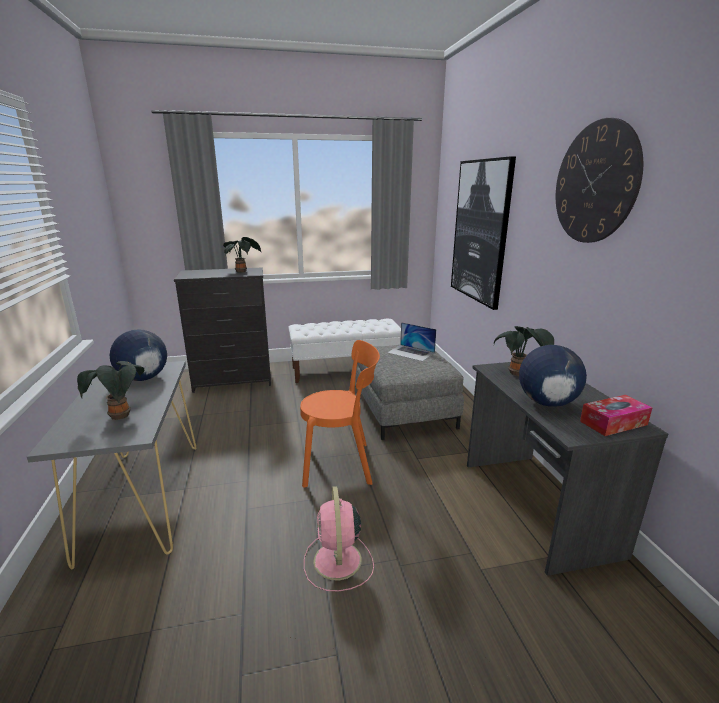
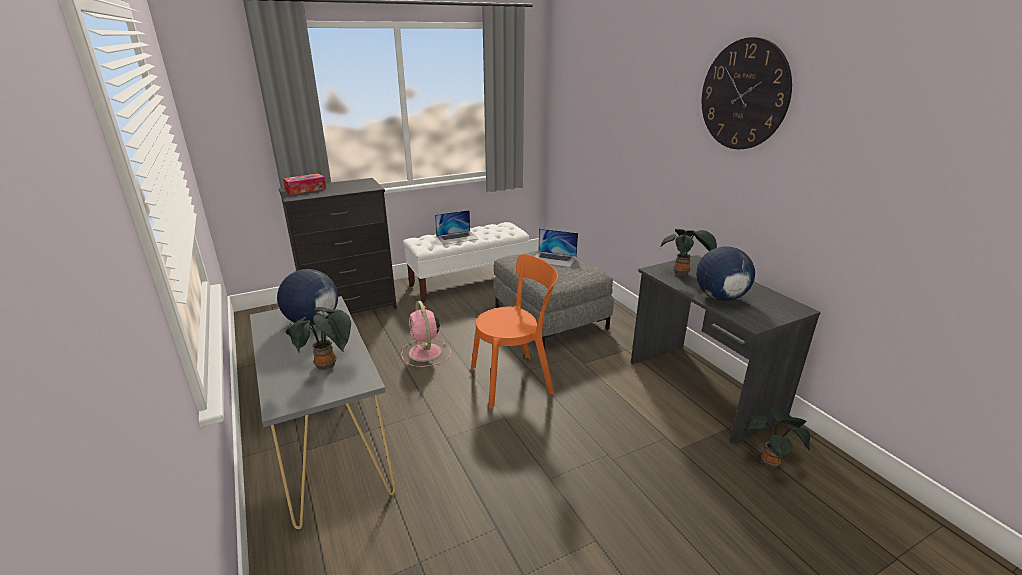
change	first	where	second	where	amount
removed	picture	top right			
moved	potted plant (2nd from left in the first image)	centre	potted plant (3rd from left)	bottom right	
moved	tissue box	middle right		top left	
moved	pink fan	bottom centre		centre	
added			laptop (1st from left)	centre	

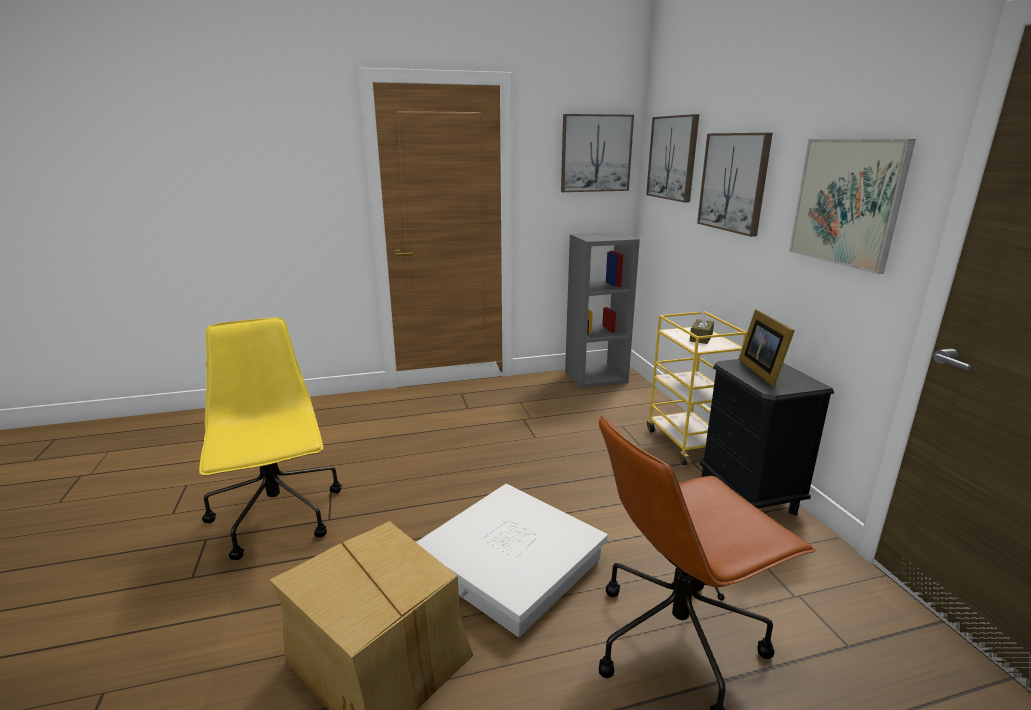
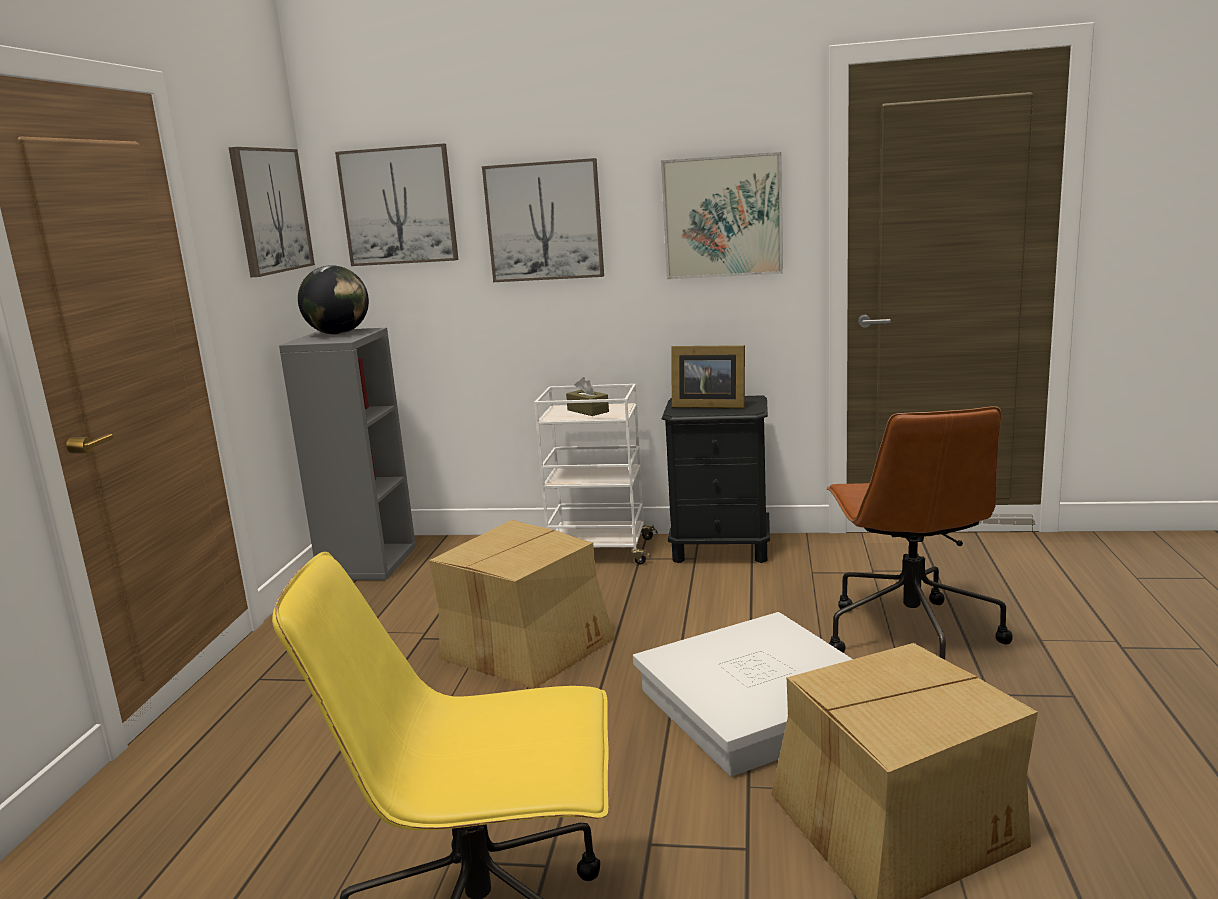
change	first	where	second	where	amount
recoloured	yellow cart	middle right	white cart	centre	
added			globe	top left	
added			cardboard box (1st from left)	bottom centre	

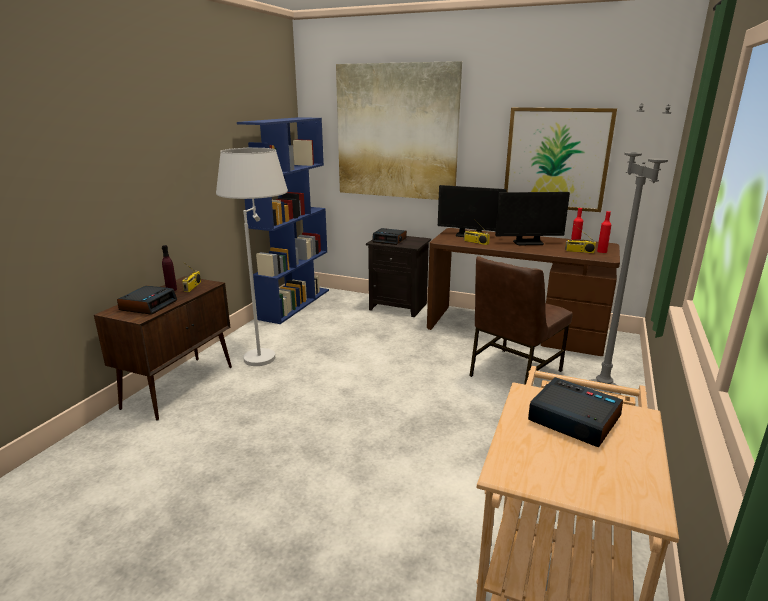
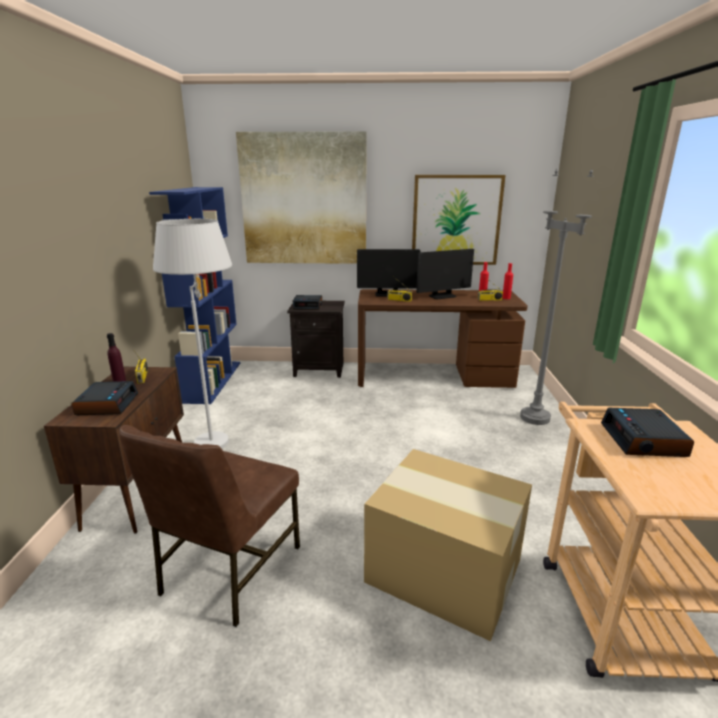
change	first	where	second	where	amount
moved	brown chair	middle right		bottom left	
turned	alarm clock (3rd from left)	bottom right		middle right	105 degrees counterclockwise
added			cardboard box	bottom centre	

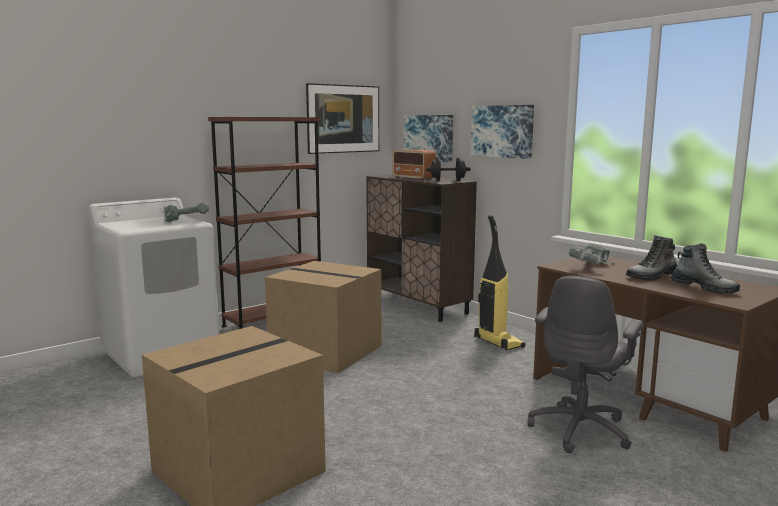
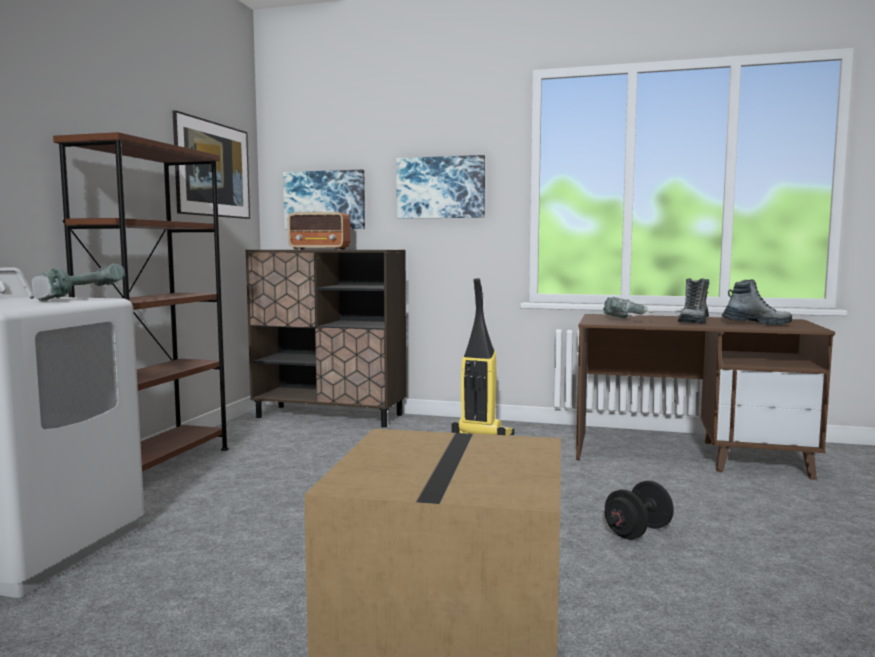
change	first	where	second	where	amount
moved	black dumbbell	centre		bottom right	
removed	cardboard box (2nd from left)	centre			
removed	grey office chair	bottom right			

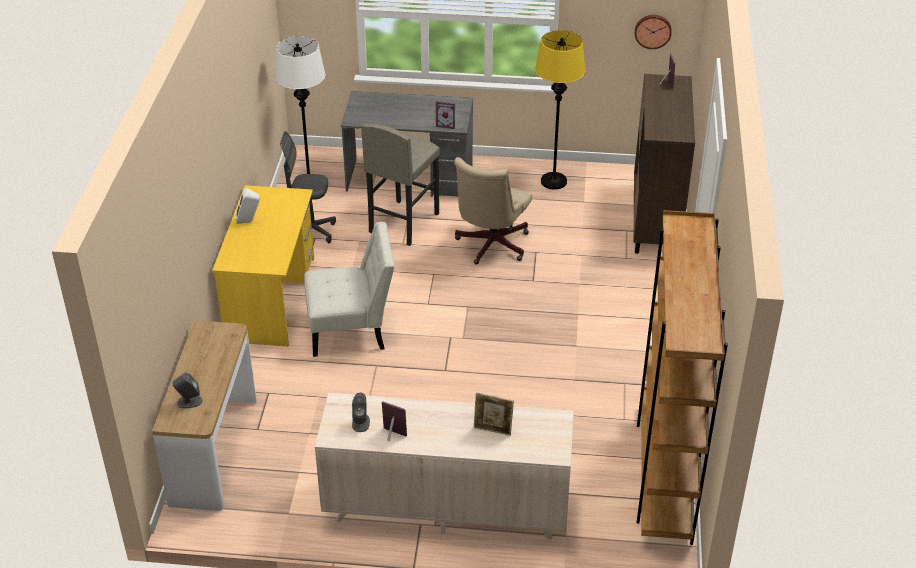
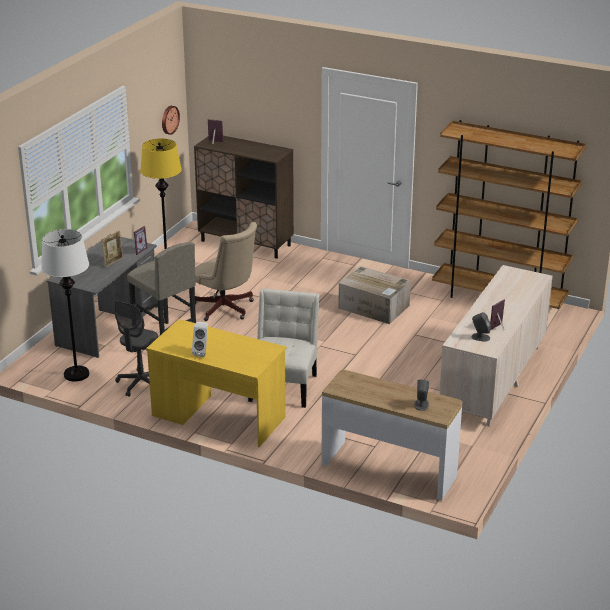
change	first	where	second	where	amount
moved	picture frame (3rd from left in the first image)	bottom centre	picture frame (1st from left)	middle left	
added			cardboard box	centre	

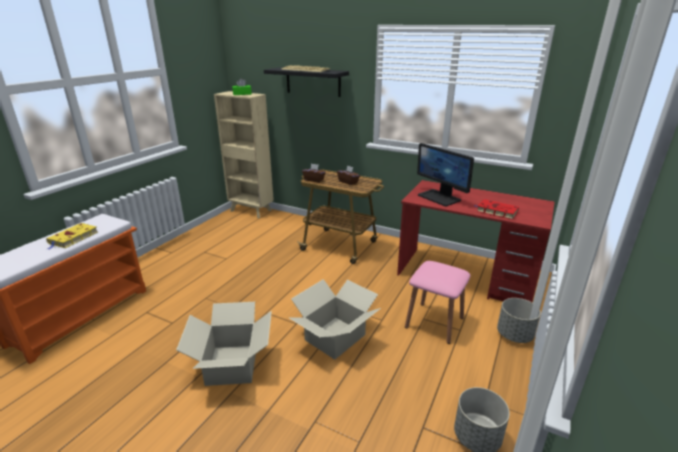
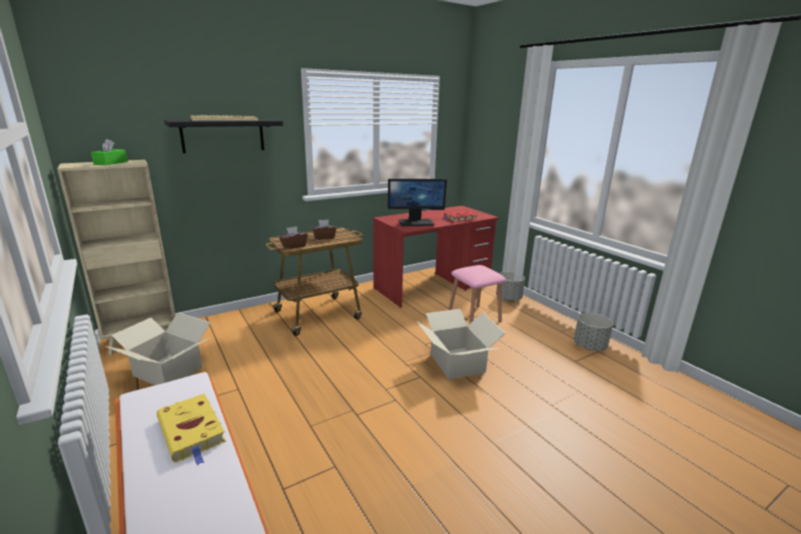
change	first	where	second	where	amount
moved	cardboard box (1st from left)	bottom left		middle left	

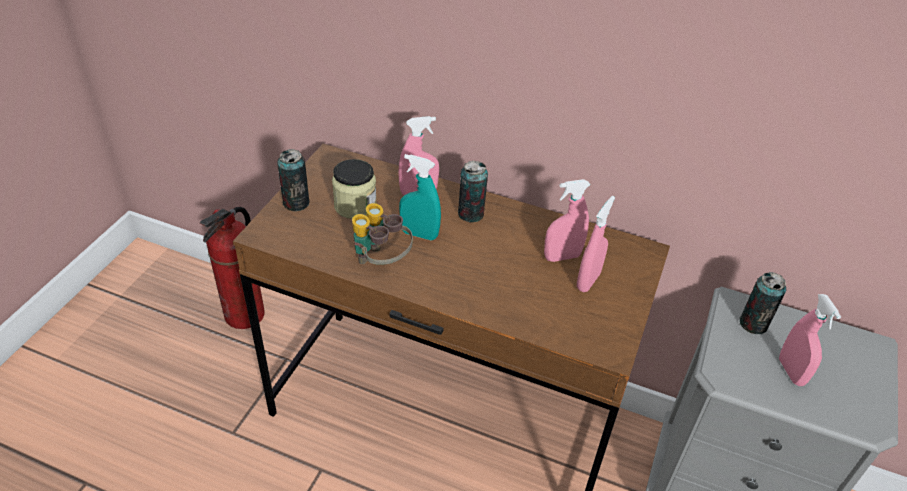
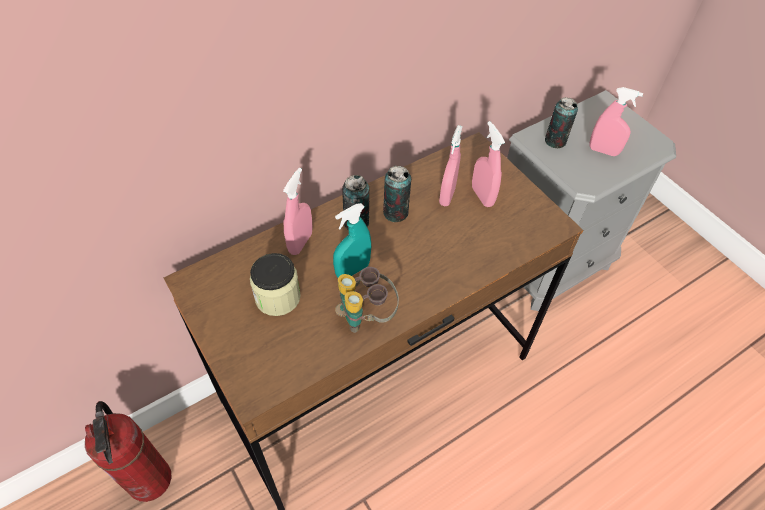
change	first	where	second	where	amount
moved	can (1st from left in the first image)	middle left	can (2nd from left)	centre	

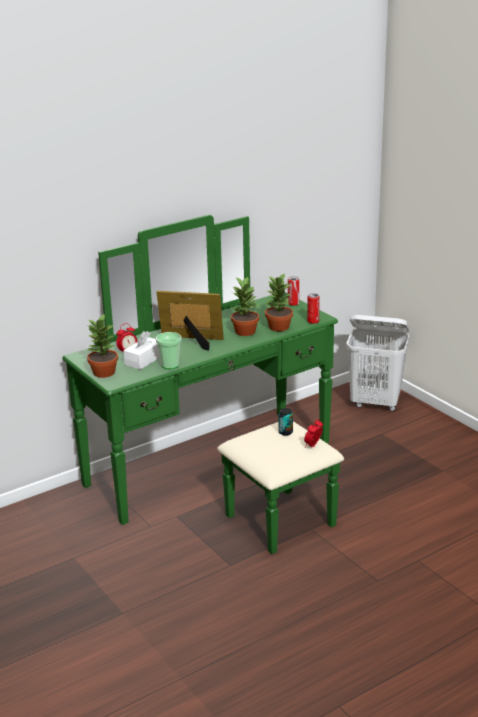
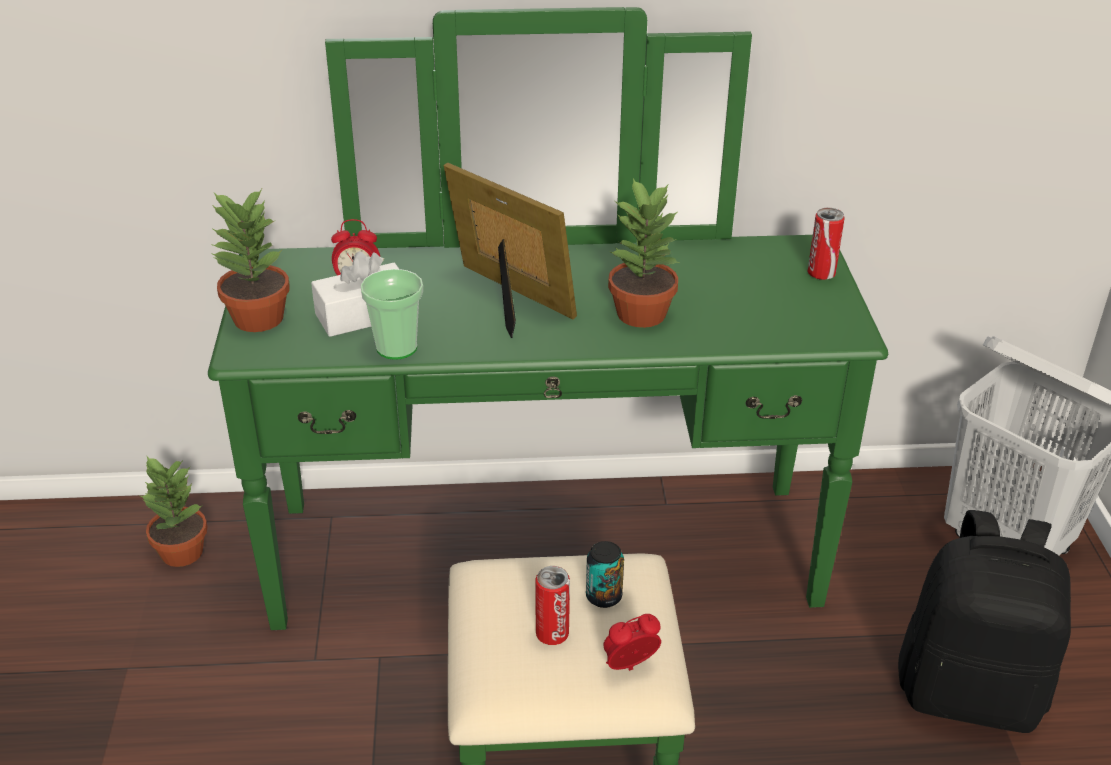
change	first	where	second	where	amount
moved	potted plant (3rd from left in the first image)	centre	potted plant (1st from left)	bottom left	
moved	can (3rd from left in the first image)	centre	can (1st from left)	bottom centre	
added			black backpack	bottom right	

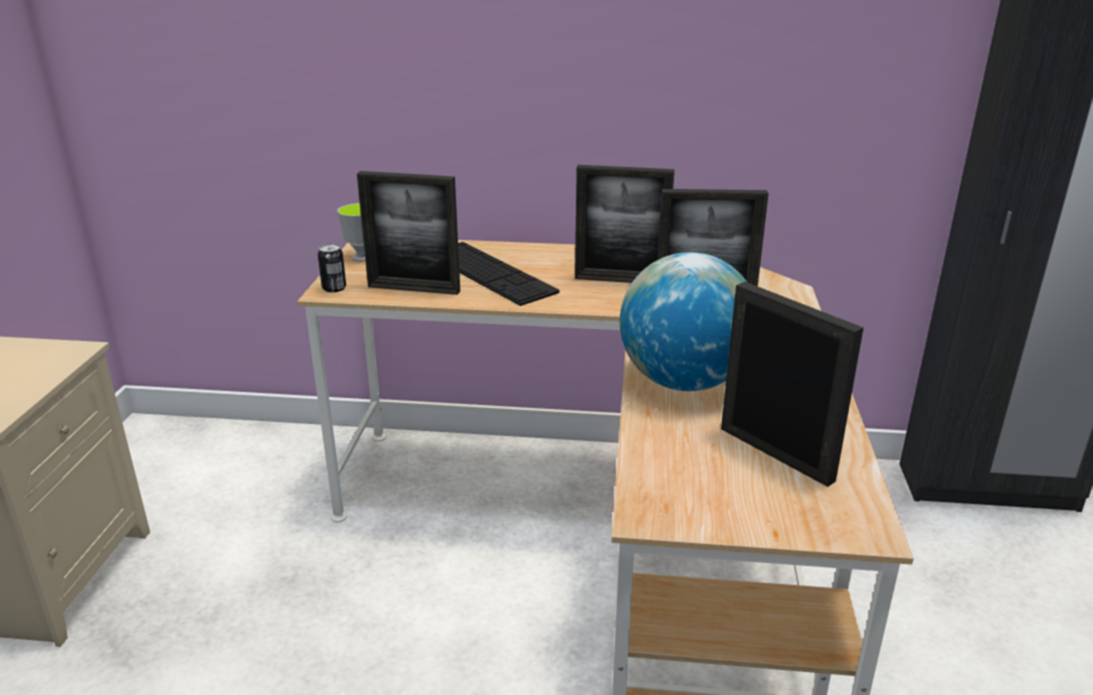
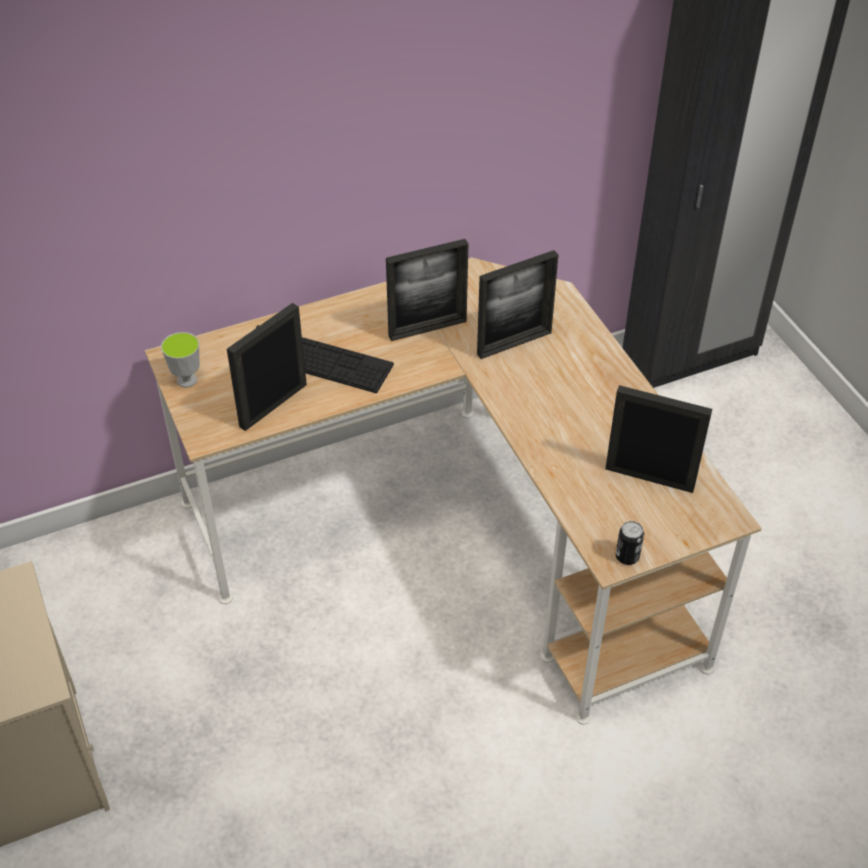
change	first	where	second	where	amount
turned	picture frame (1st from left)	centre		middle left	150 degrees clockwise
moved	can	middle left		middle right	
removed	globe	centre			

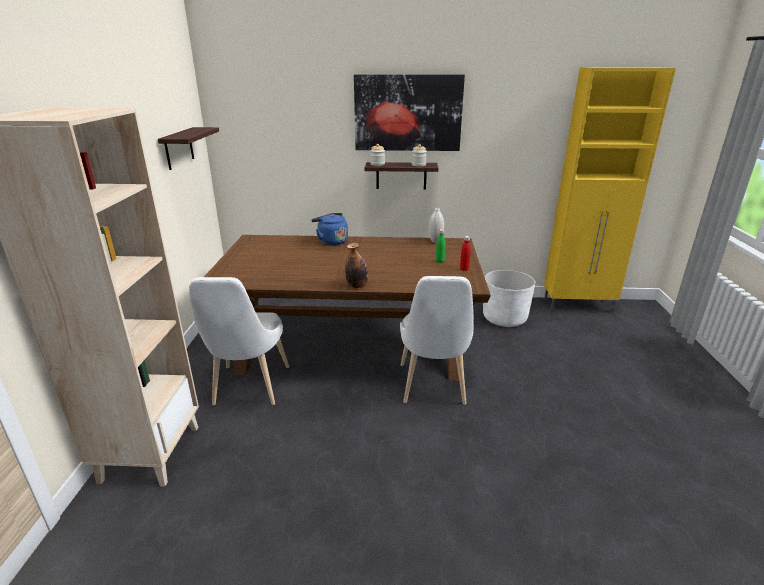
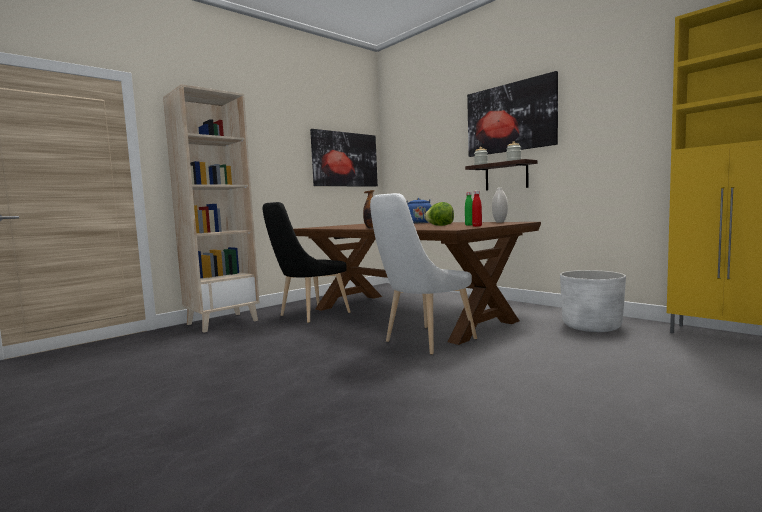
change	first	where	second	where	amount
replaced	shelf (1st from left)	top left	picture (1st from left)	top centre	
recoloured	white chair (1st from left)	middle left	black chair	centre	
added			lettuce	centre	

